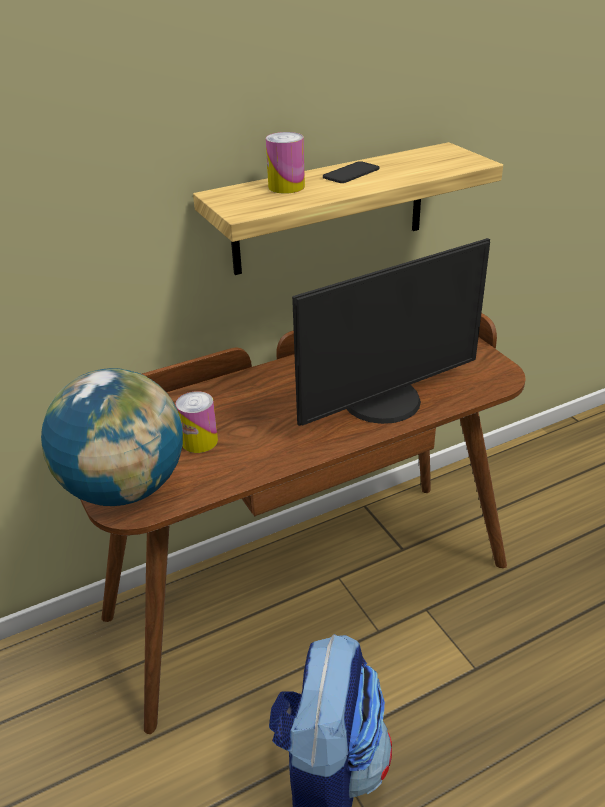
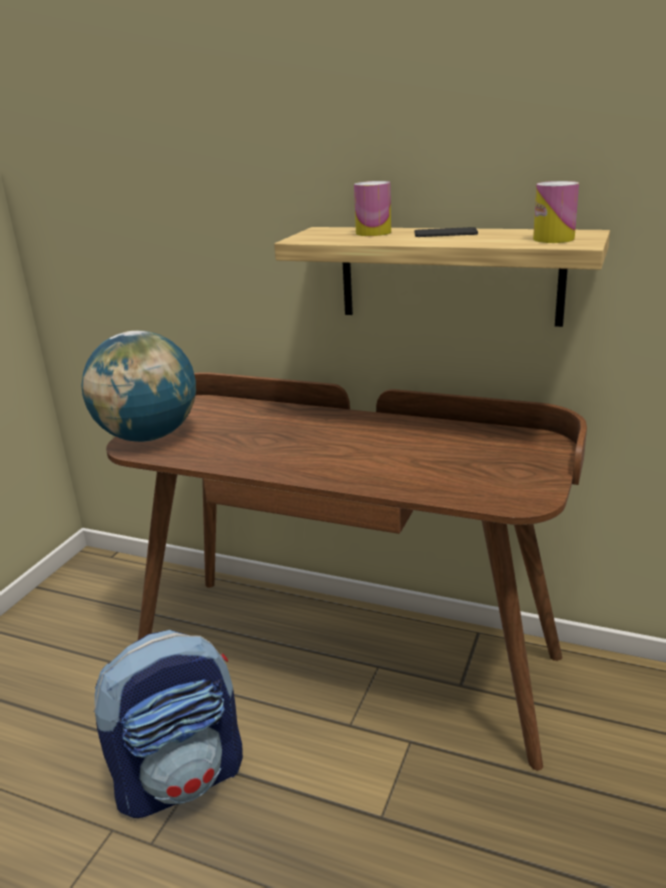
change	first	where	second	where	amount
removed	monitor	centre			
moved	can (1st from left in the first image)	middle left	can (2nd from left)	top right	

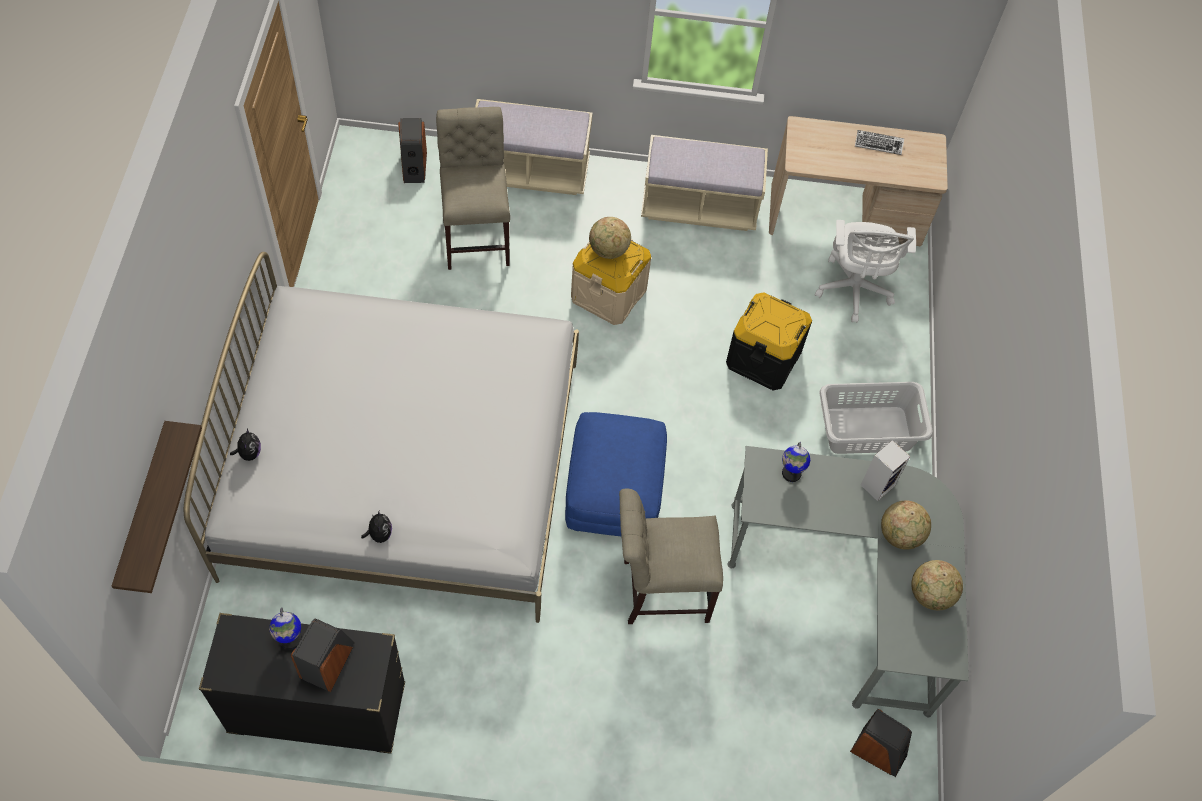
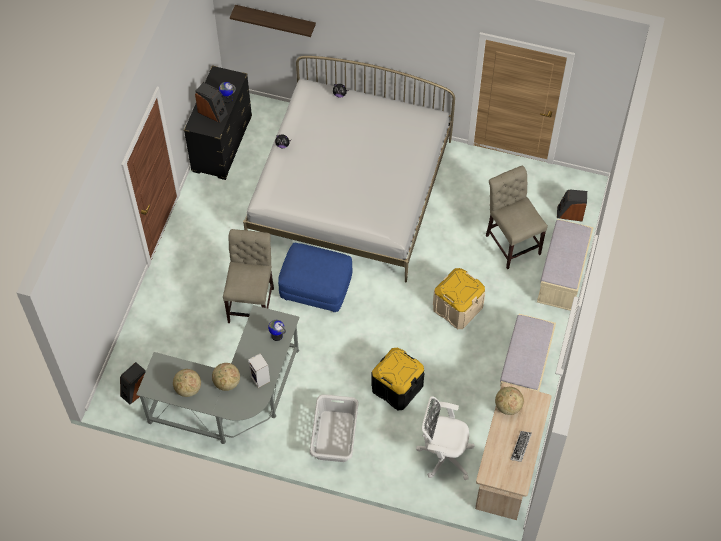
change	first	where	second	where	amount
turned	beige chair (1st from left in the first image)	top centre	beige chair (2nd from left)	middle right	120 degrees counterclockwise
moved	globe (2nd from left in the first image)	top centre	globe (5th from left)	bottom right	

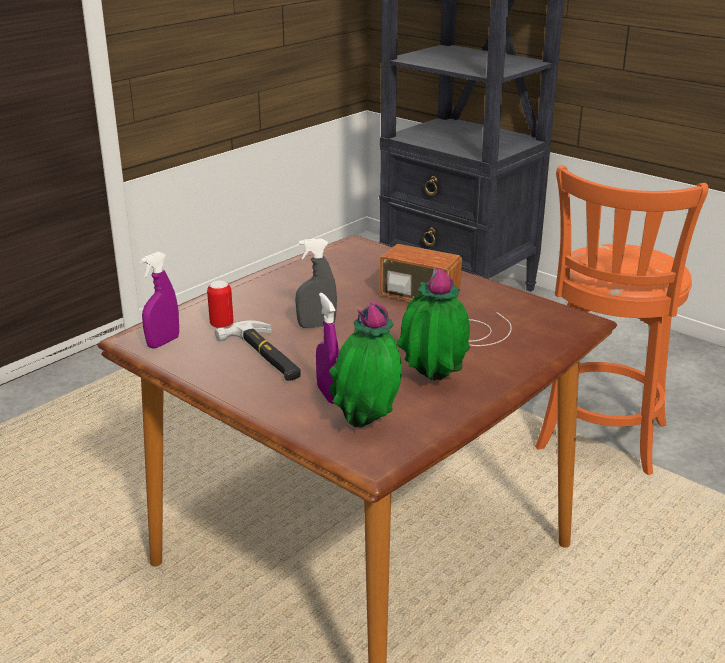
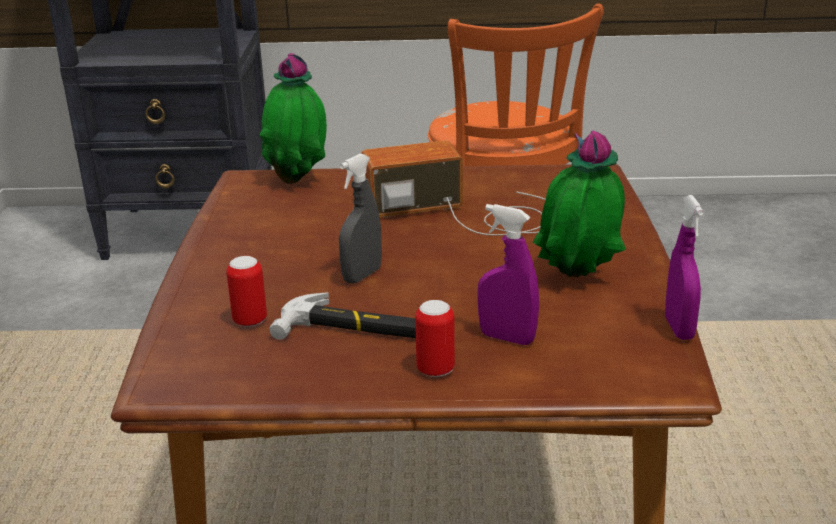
change	first	where	second	where	amount
moved	purple spray bottle (1st from left in the first image)	middle left	purple spray bottle (2nd from left)	middle right	
moved	potted plant (1st from left)	centre		top centre	
added			can (2nd from left)	centre	

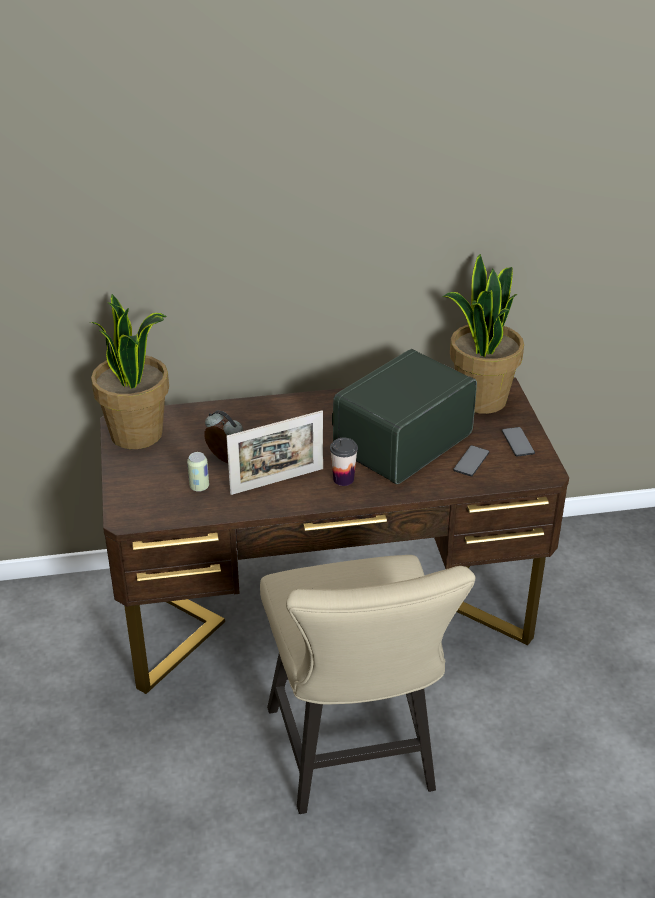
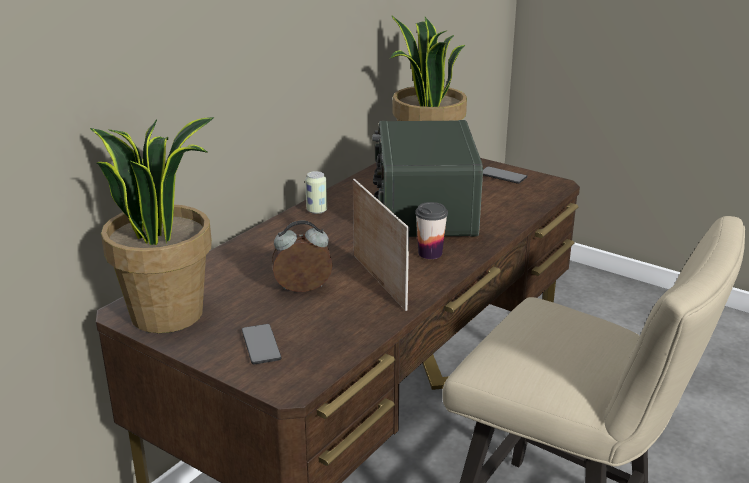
change	first	where	second	where	amount
turned	picture frame	centre		centre	45 degrees counterclockwise
moved	phone (1st from left)	middle right		bottom centre	
moved	can	middle left		centre	

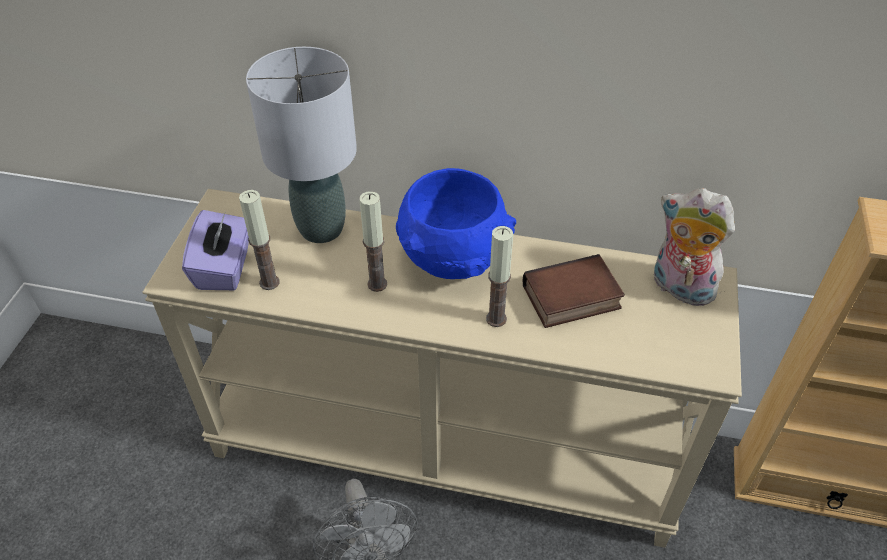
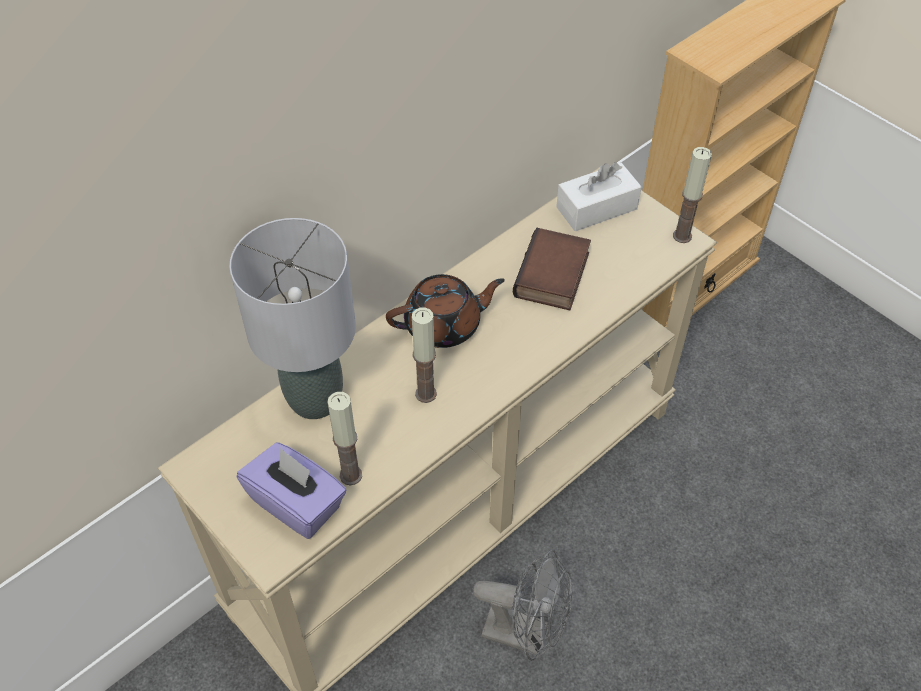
change	first	where	second	where	amount
replaced	blue bowl	centre	brown teapot	centre	
replaced	plush toy	middle right	white tissue box	top centre	
moved	candle (3rd from left)	centre		top right	

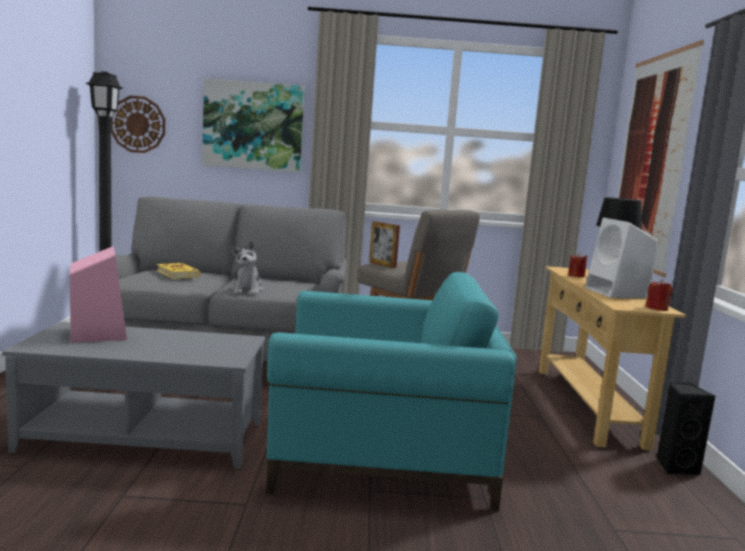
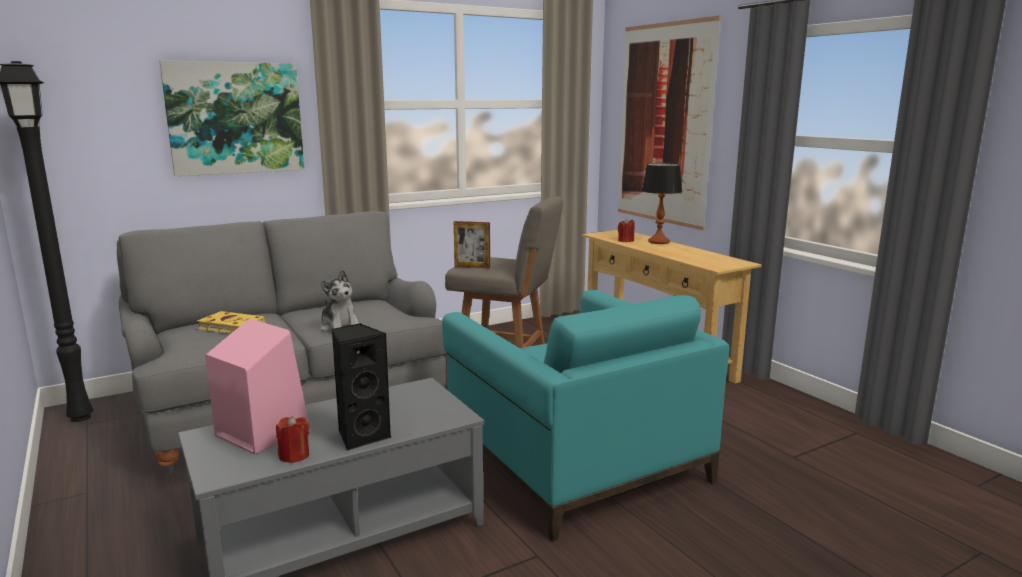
change	first	where	second	where	amount
removed	wall clock	top left			
removed	white speaker	middle right			
turned	turquoise armchair	bottom centre		bottom centre	90 degrees clockwise
moved	red candle (2nd from left in the first image)	middle right	red candle (1st from left)	bottom left	
moved	black speaker	bottom right		bottom centre	

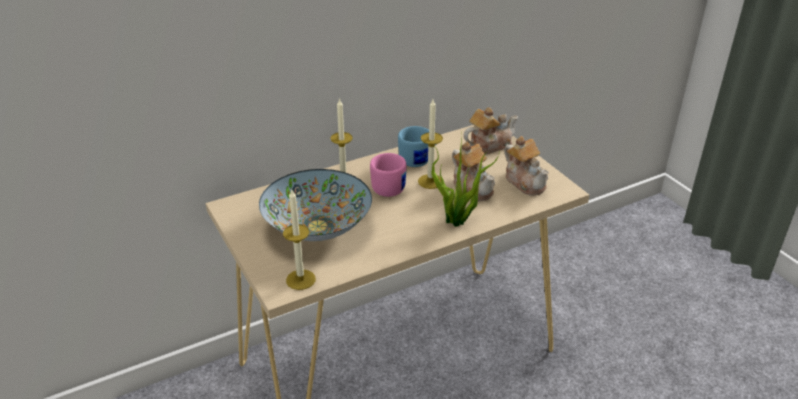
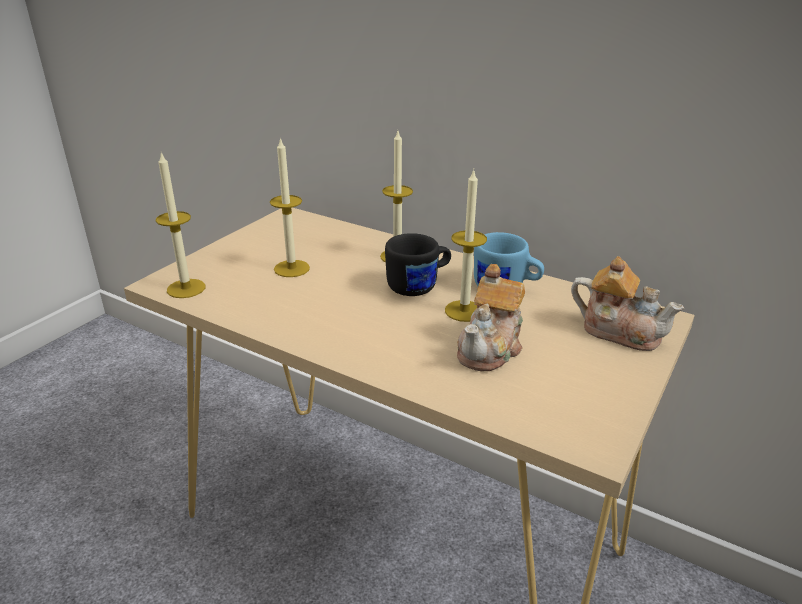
change	first	where	second	where	amount
removed	potted plant	centre			
removed	teapot (3rd from left)	centre			
recoloured	pink mug	centre	black mug	centre	
replaced	bowl	centre	candle (2nd from left)	centre	

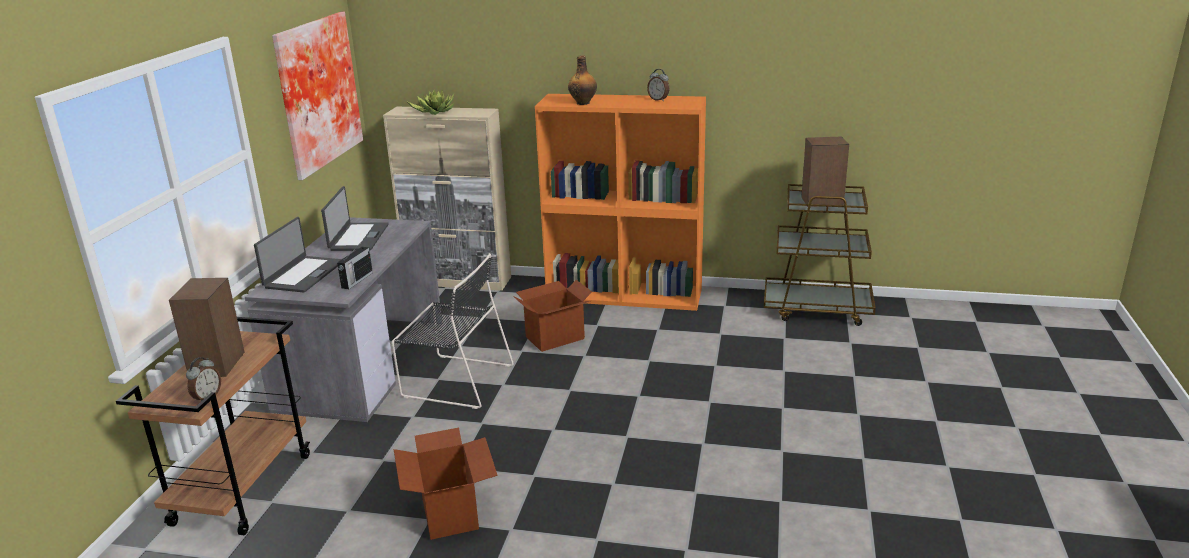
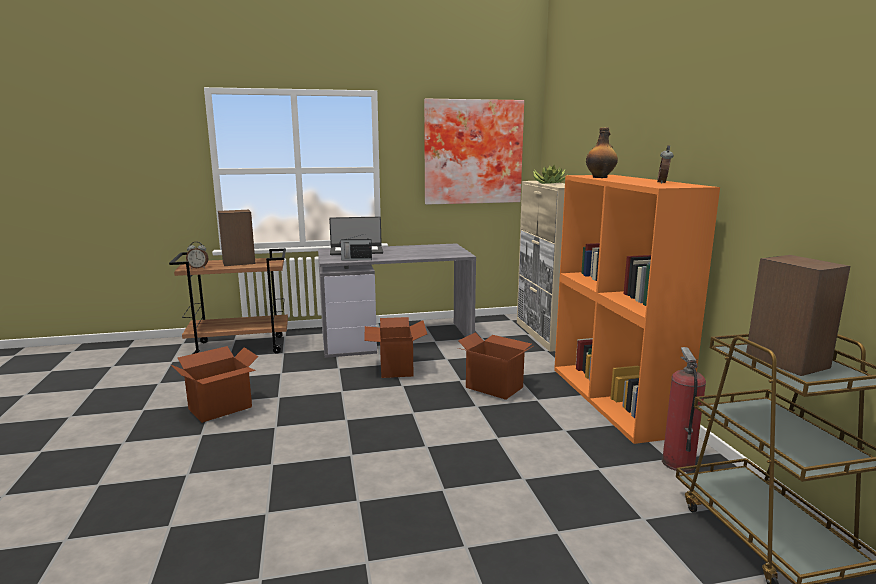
change	first	where	second	where	amount
removed	laptop (2nd from left)	middle left			
replaced	black chair	centre	cardboard box (2nd from left)	centre	
added			fire extinguisher	bottom right	

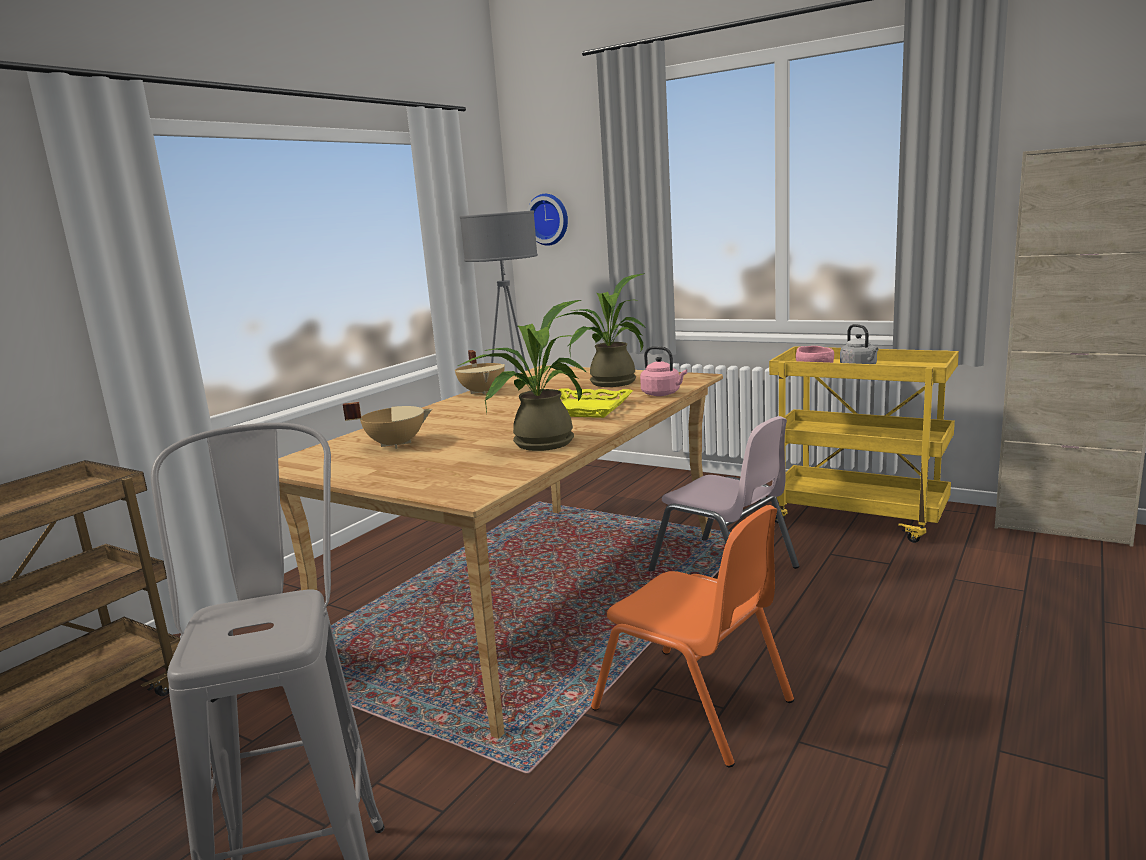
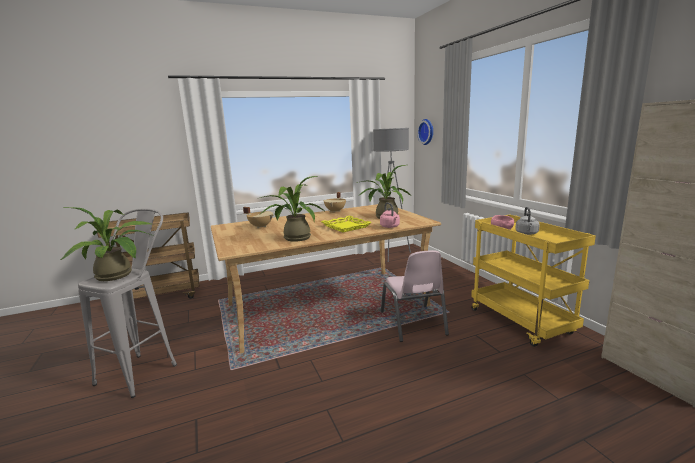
change	first	where	second	where	amount
removed	orange chair	bottom centre			
added			potted plant (1st from left)	middle left	

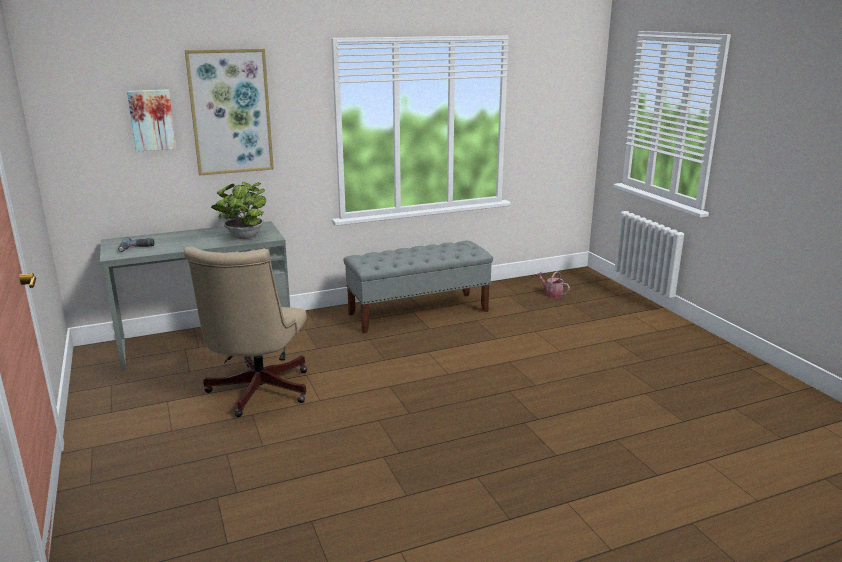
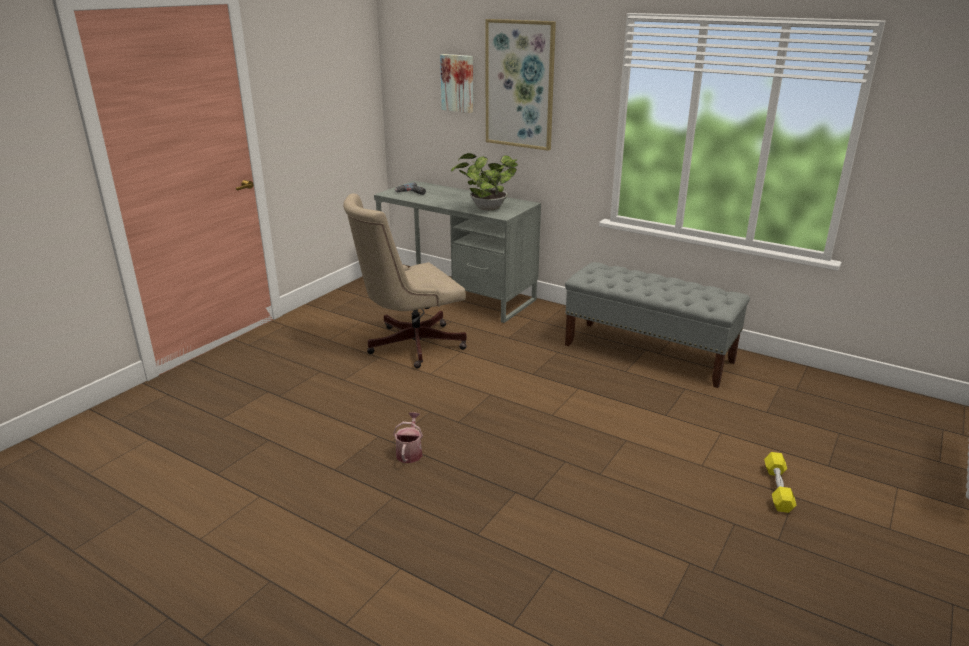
change	first	where	second	where	amount
moved	watering can	centre		bottom centre	
added			yellow dumbbell	bottom right	

